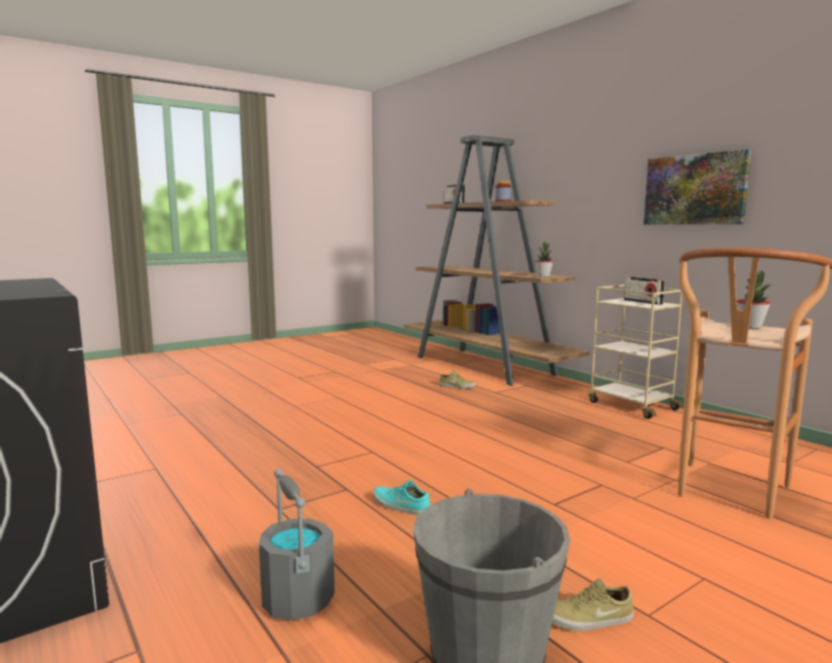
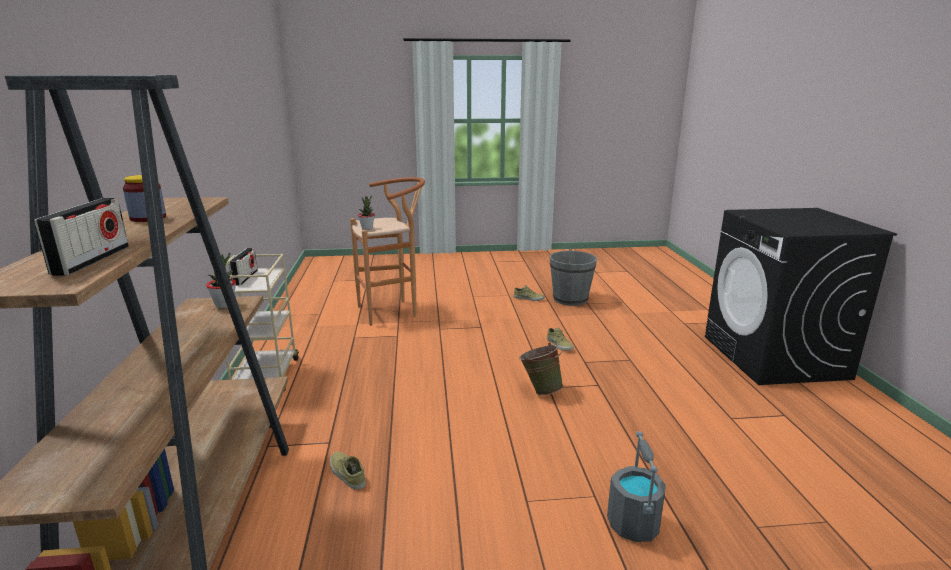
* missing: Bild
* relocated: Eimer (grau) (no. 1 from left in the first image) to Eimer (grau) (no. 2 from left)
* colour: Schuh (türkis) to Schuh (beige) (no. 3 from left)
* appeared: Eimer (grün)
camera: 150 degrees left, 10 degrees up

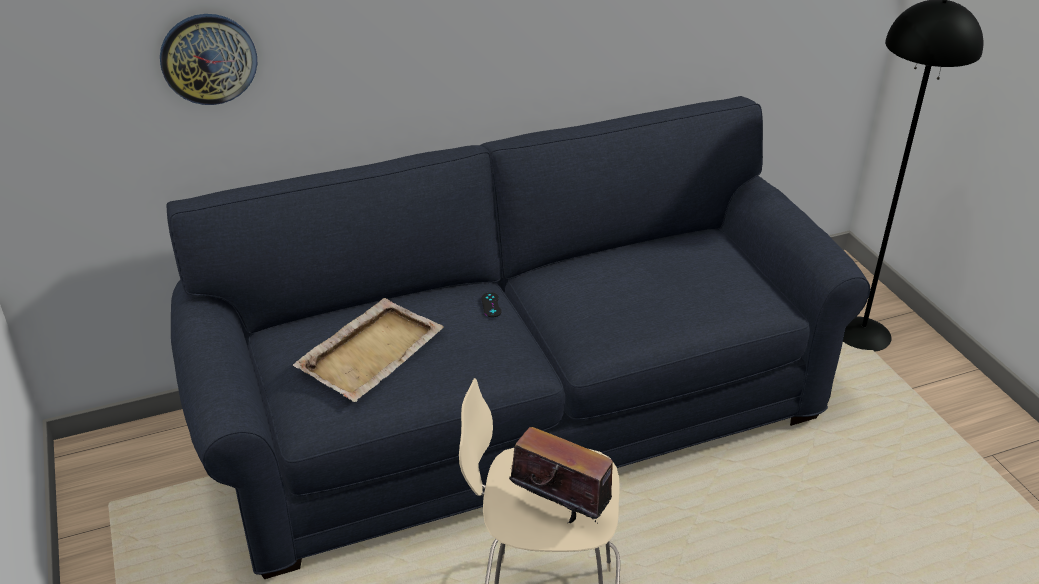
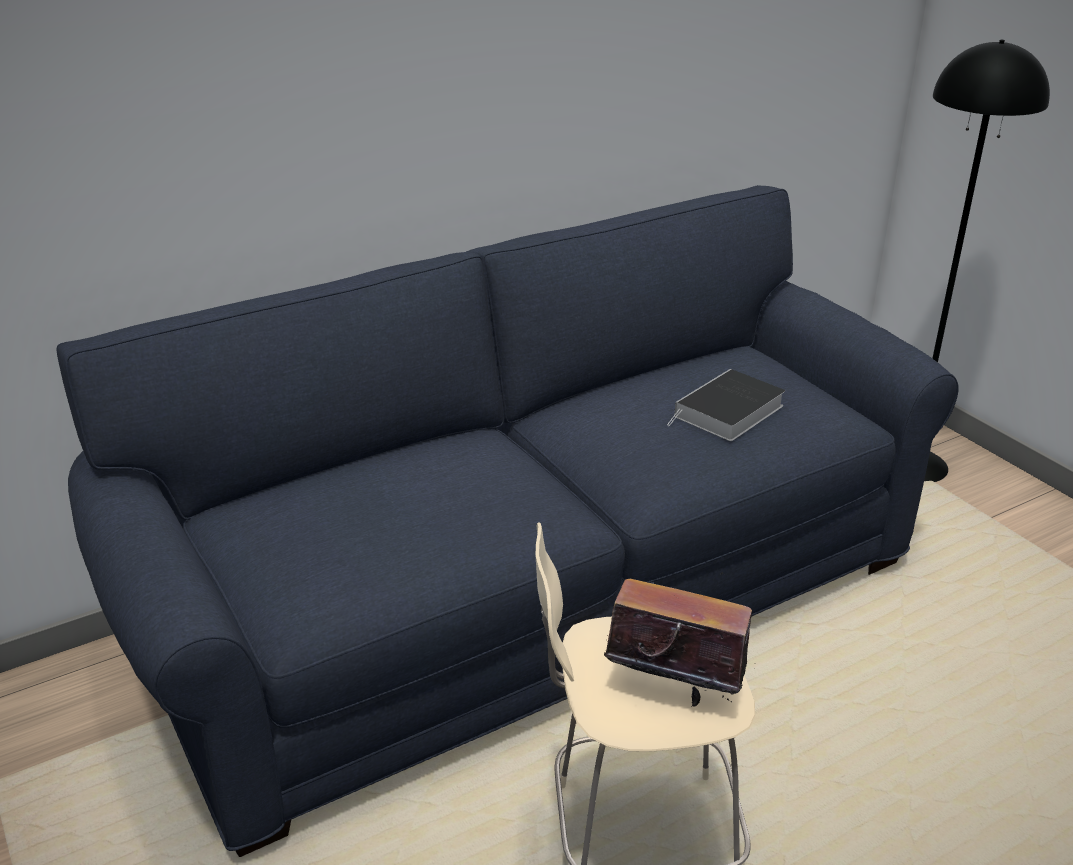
* missing: Wanduhr
* missing: Gamepad (schwarz)
* missing: Tablett (beige)
* appeared: Buch
camera: 10 degrees left, 5 degrees down

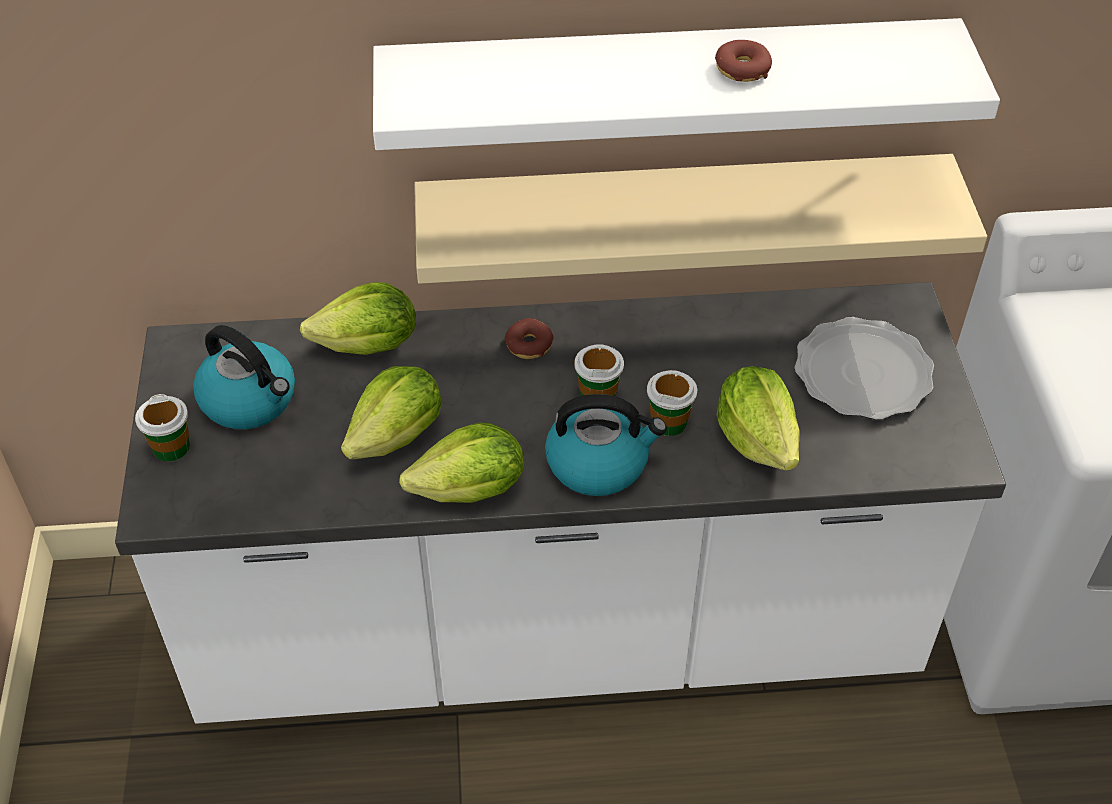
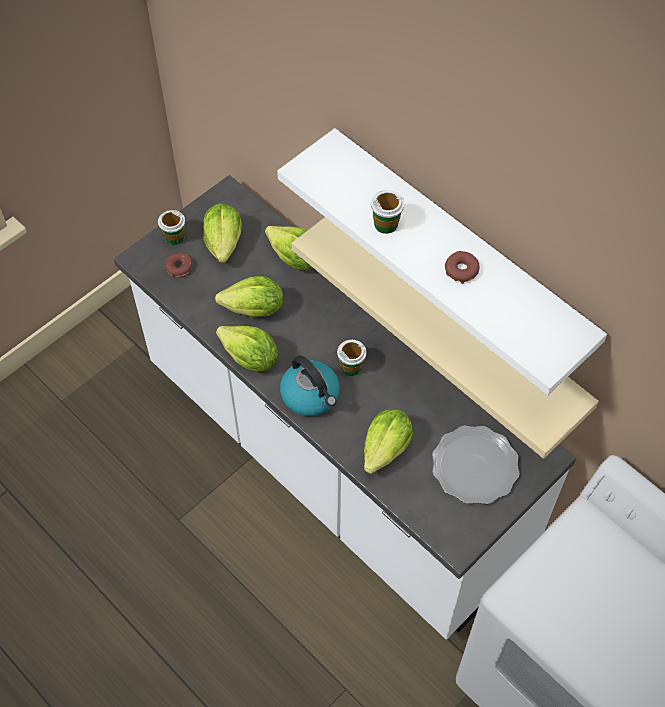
* relocated: Donut (no. 1 from left)
* exchanged: Wasserkessel (no. 1 from left) to Salatkopf (no. 1 from left)
* relocated: Tasse (no. 3 from left)
camera: 50 degrees right, 10 degrees up

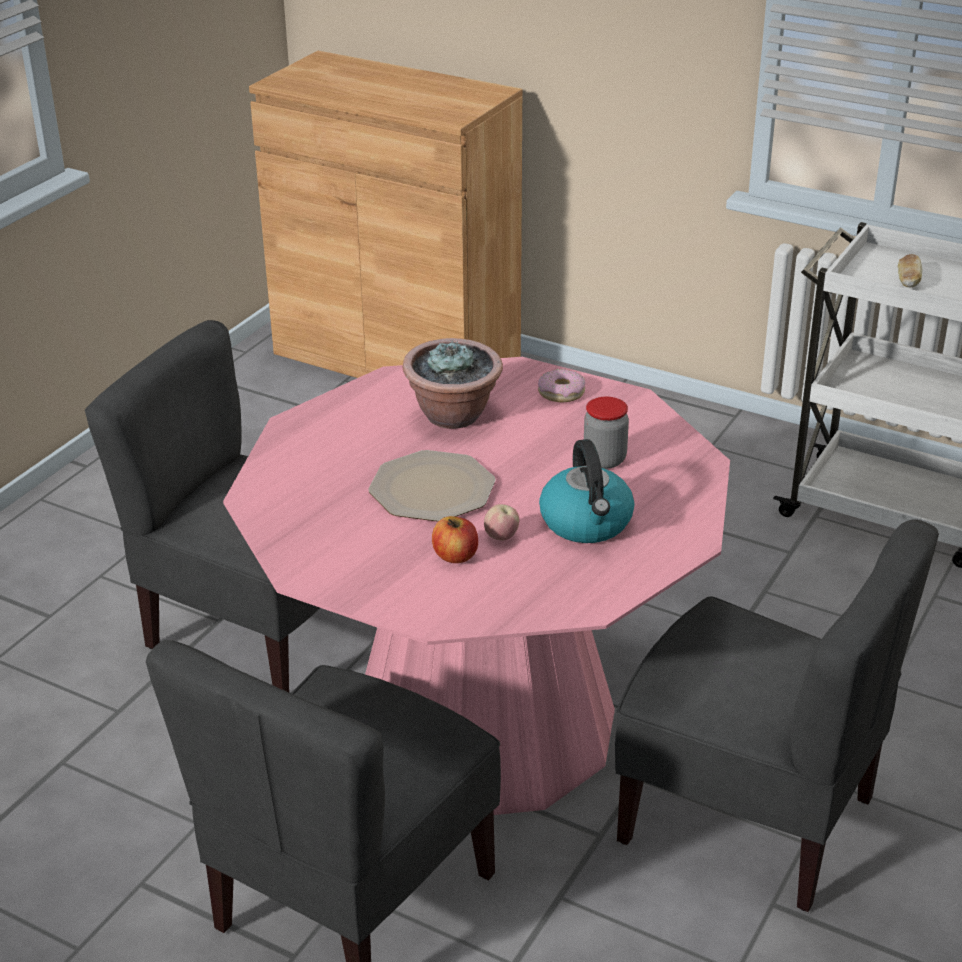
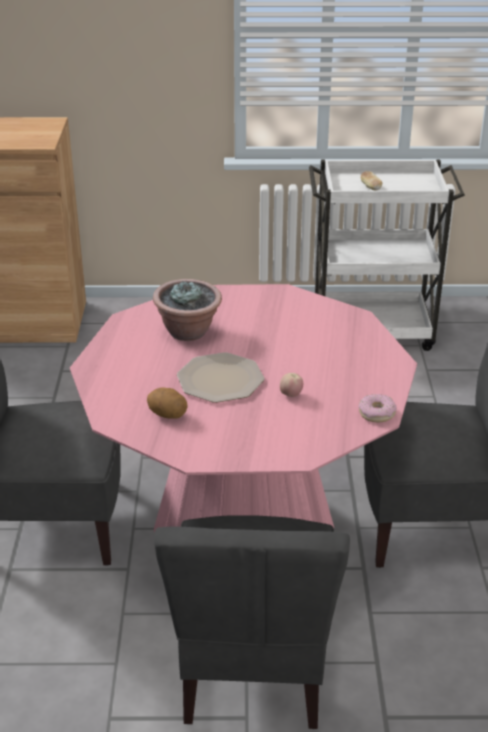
* relocated: Donut
* missing: Vorratsglas
* missing: Wasserkessel
* missing: Apfel (no. 1 from left)
* appeared: Kartoffel
camera: 30 degrees left, 0 degrees up

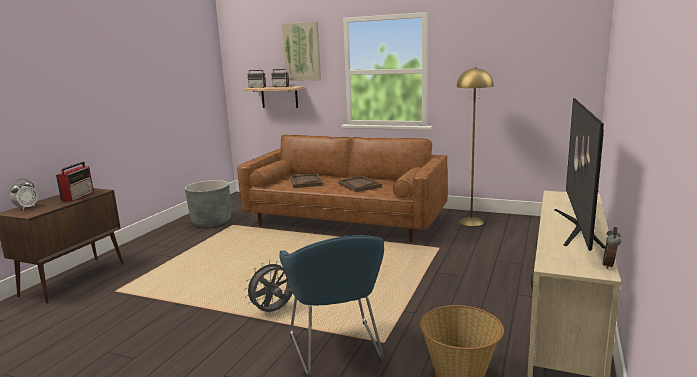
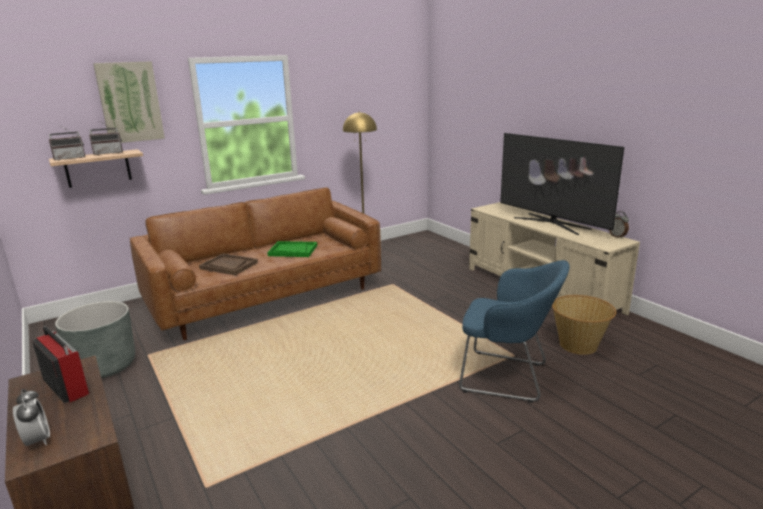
* colour: Tablett (braun) (no. 2 from left) to Tablett (grün)
* missing: Ventilator (grau)
camera: 55 degrees left, 5 degrees up

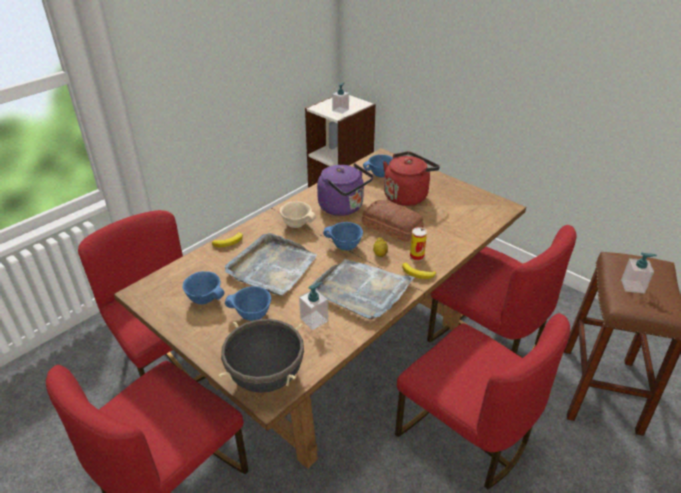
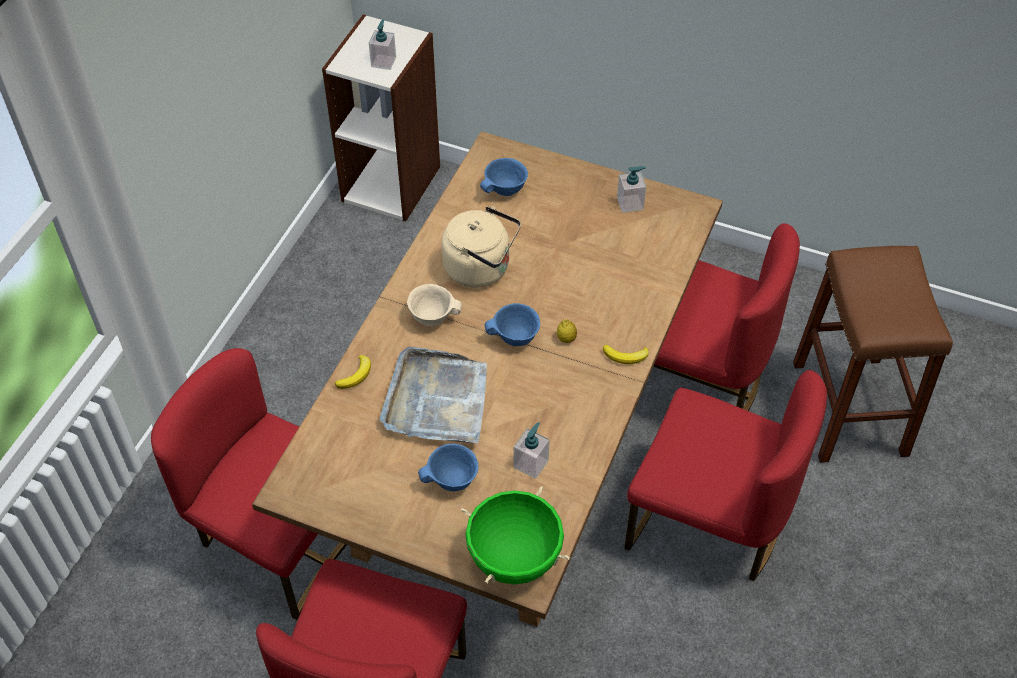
* missing: Wasserkessel (rot)
* colour: Wasserkessel (lila) to Wasserkessel (beige)
* missing: Brot
* missing: Dose
* relocated: Seifenspender (no. 3 from left)
* missing: Tablett (grau) (no. 2 from left)
* missing: Schüssel (blau) (no. 1 from left)
* colour: Kochtopf (schwarz) to Kochtopf (grün)
camera: 20 degrees left, 15 degrees up

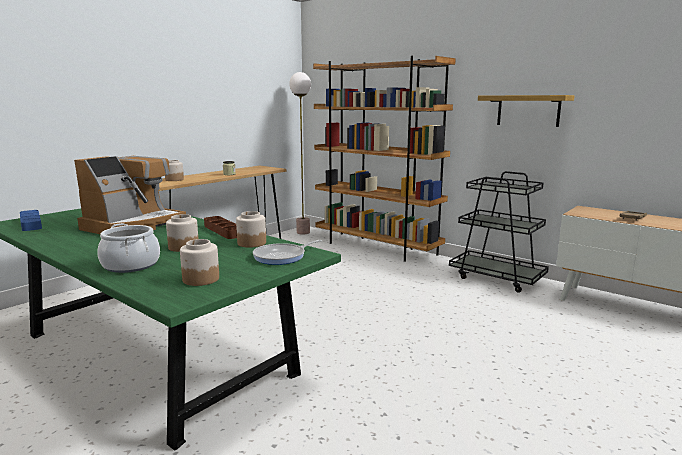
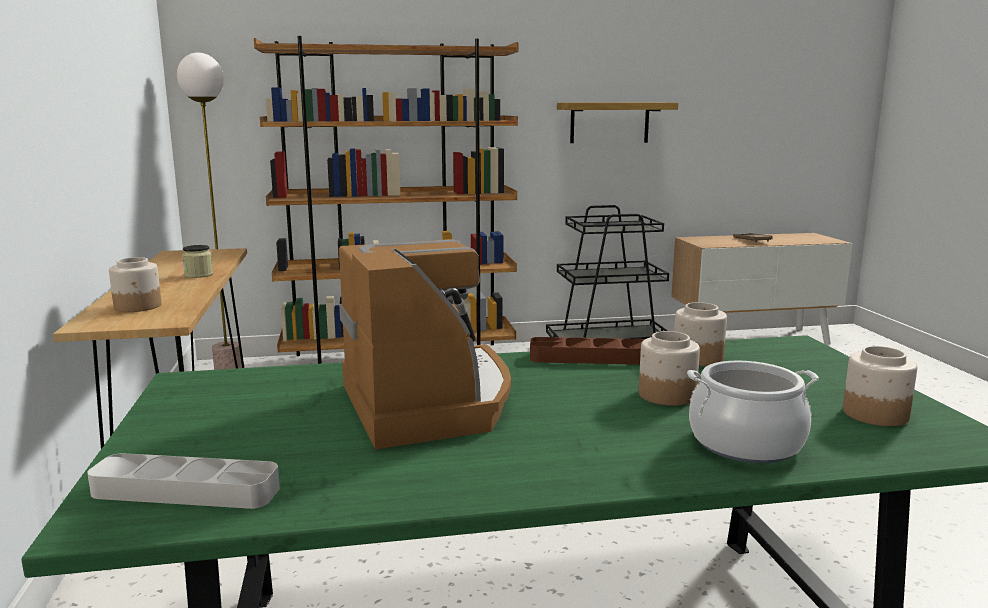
* colour: Tablett (blau) to Tablett (grau)
* missing: Pfanne
camera: 50 degrees left, 0 degrees up

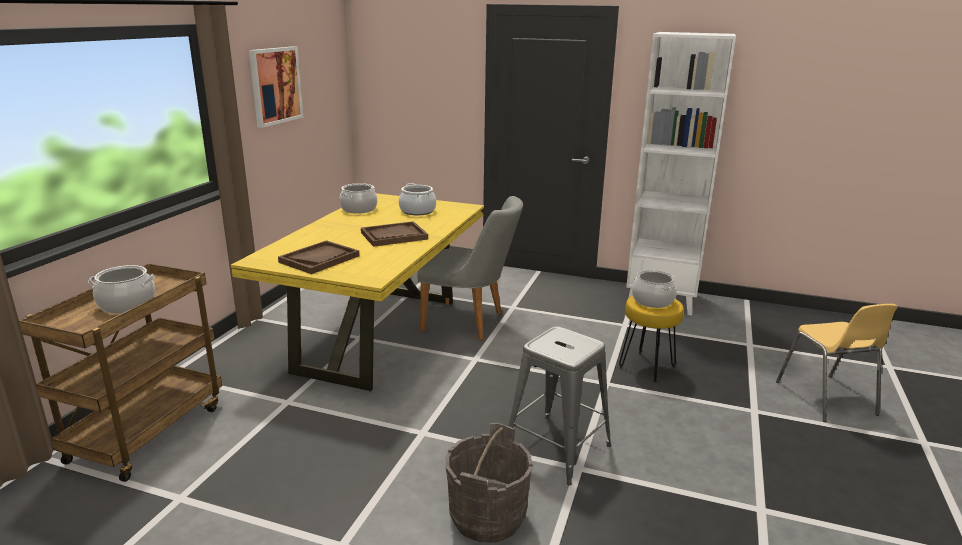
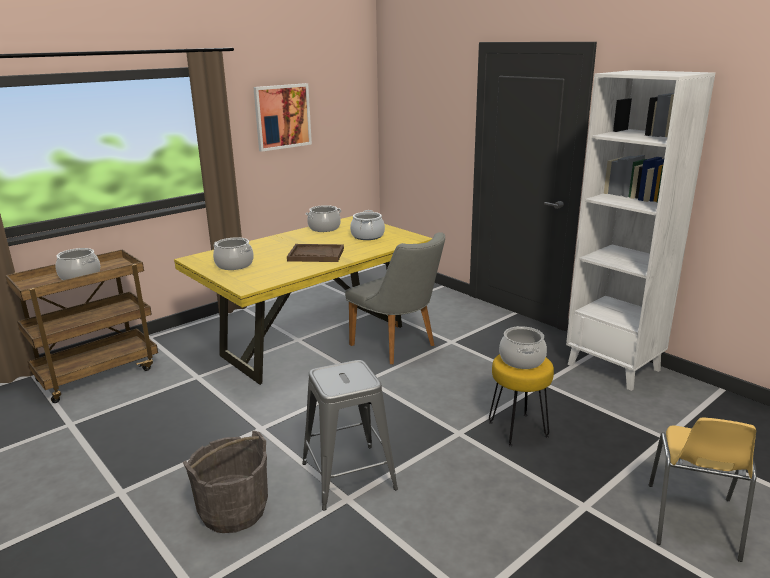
* exchanged: Tablett (braun) (no. 1 from left) to Kochtopf (no. 2 from left)
camera: 30 degrees right, 0 degrees up

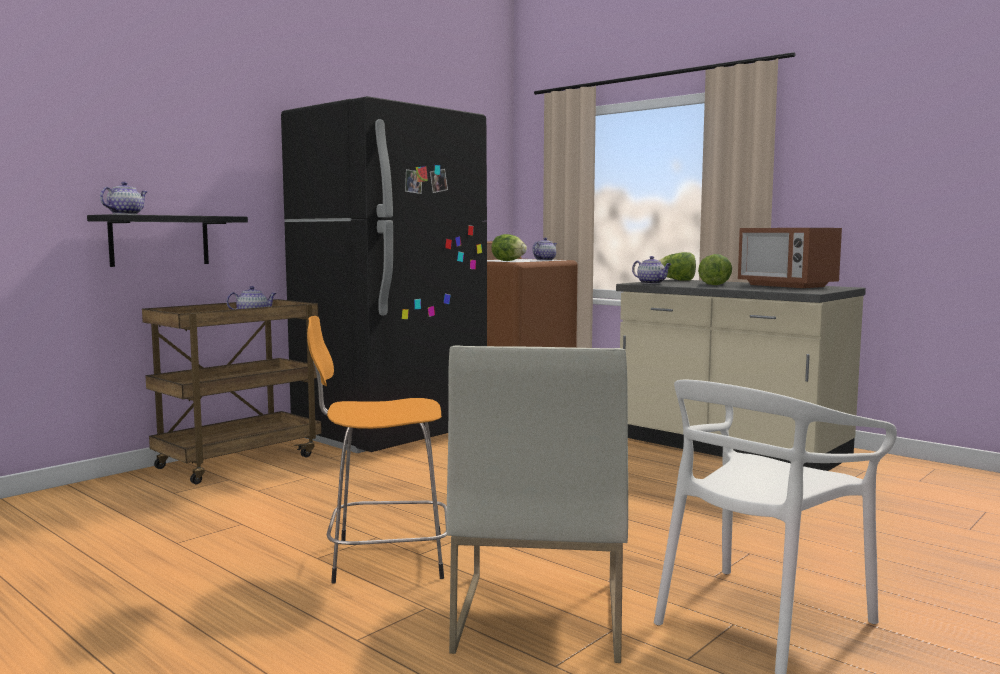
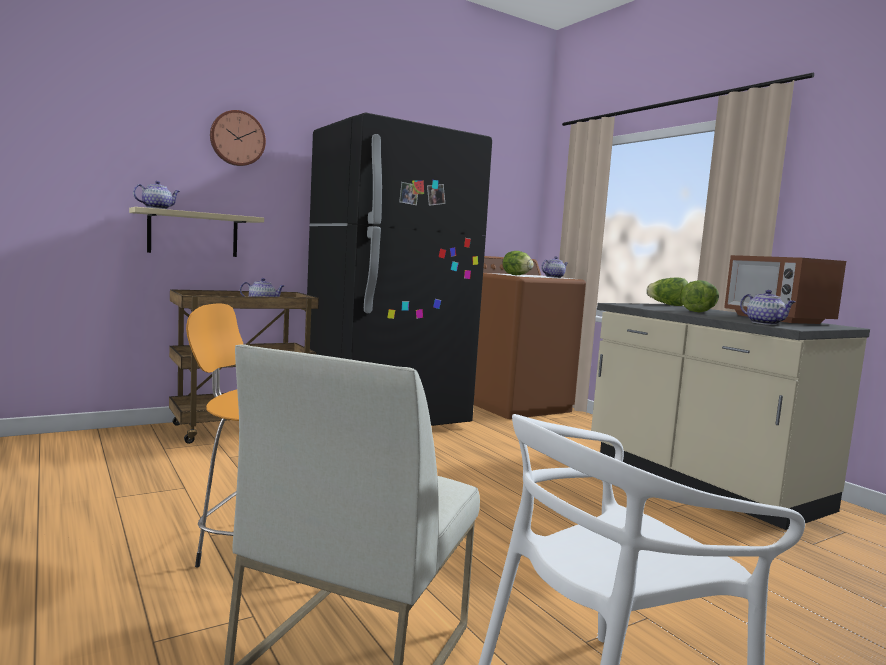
* colour: Wandregal (schwarz) to Wandregal (beige)
* relocated: Teekanne (no. 4 from left)
* appeared: Wanduhr
camera: 15 degrees right, 0 degrees up

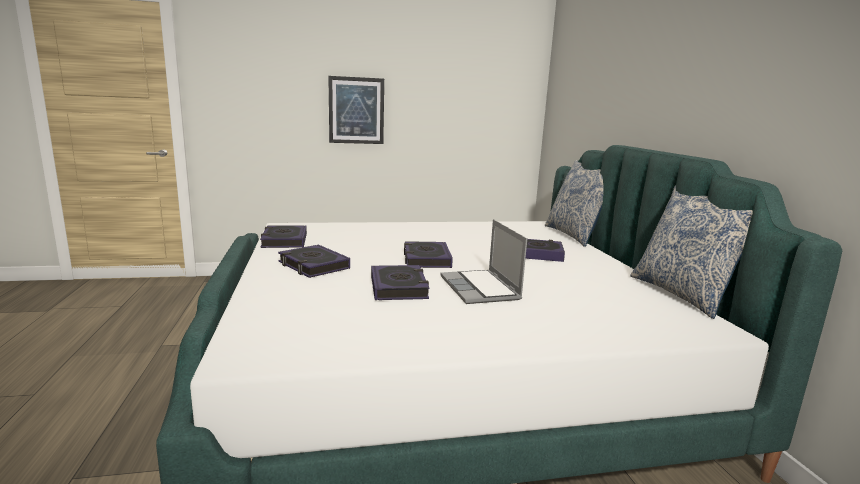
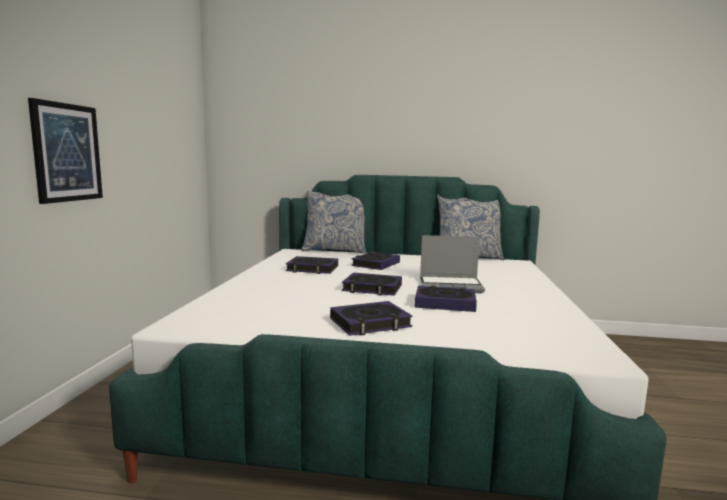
* relocated: Buch (no. 1 from left)
camera: 70 degrees left, 5 degrees down

